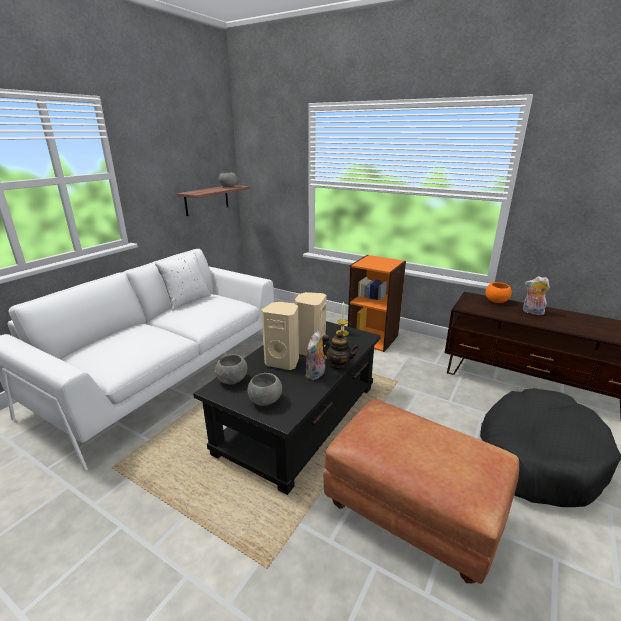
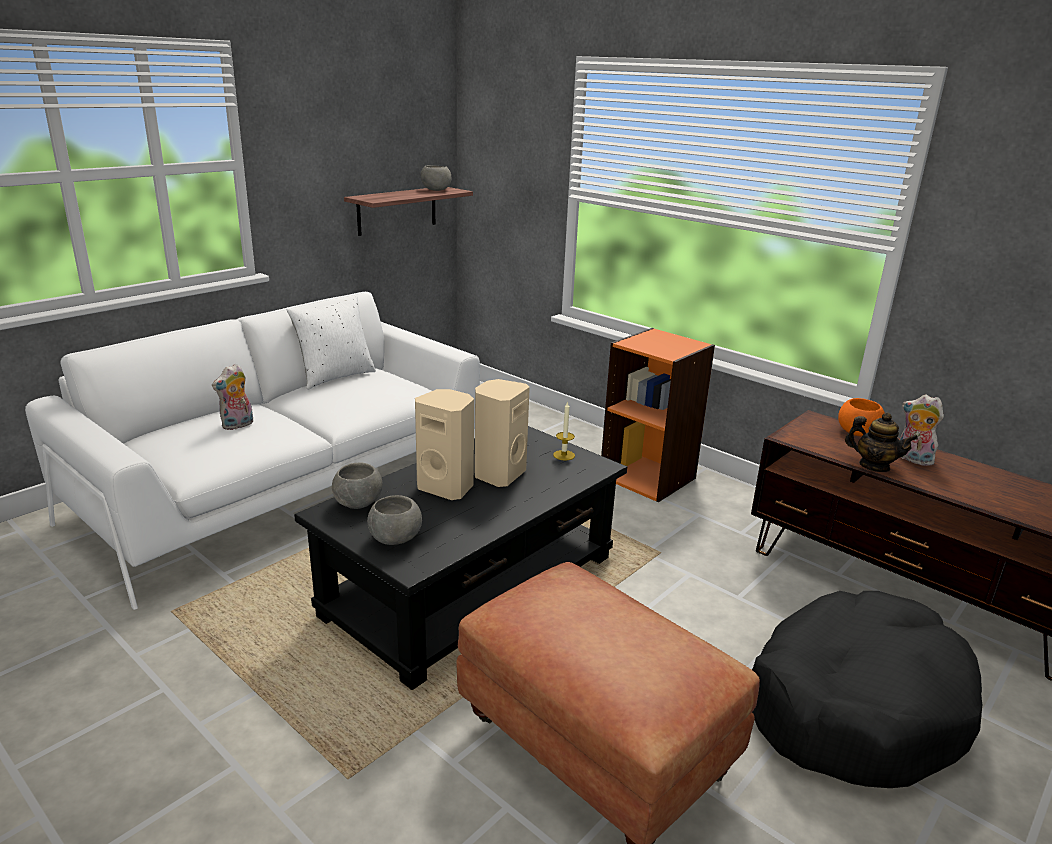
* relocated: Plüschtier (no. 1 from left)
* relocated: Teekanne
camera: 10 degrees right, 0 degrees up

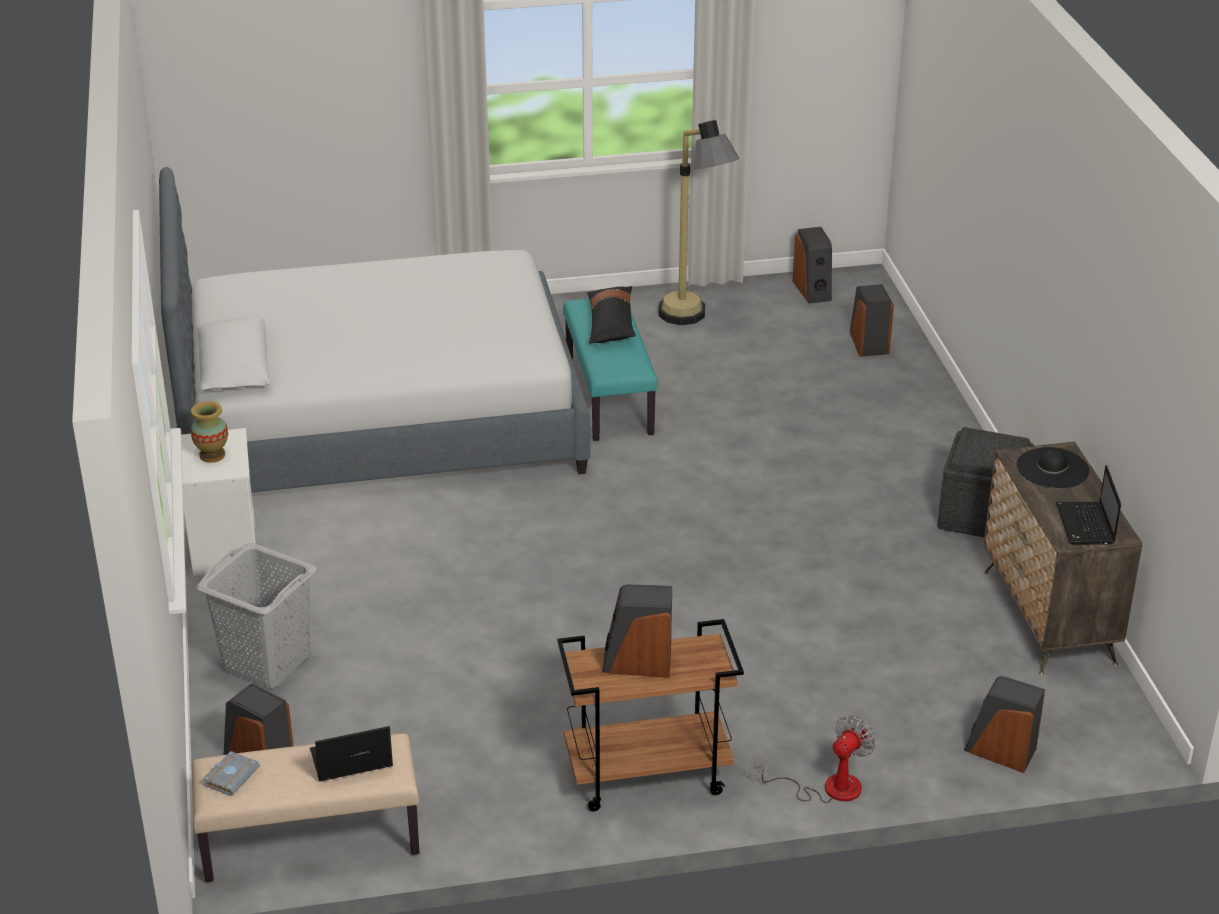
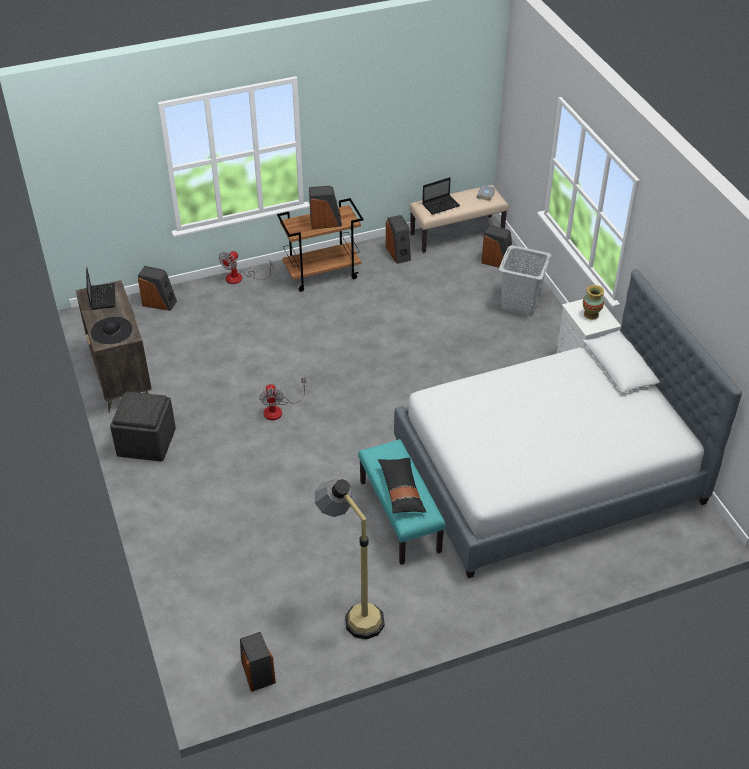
* relocated: Lautsprecher (no. 4 from left)
* appeared: Ventilator (no. 2 from left)
camera: 170 degrees right, 10 degrees up

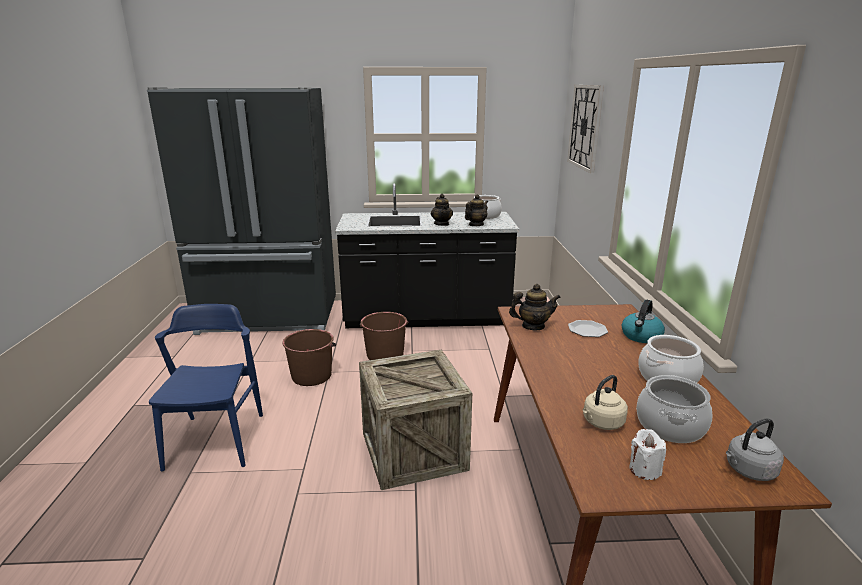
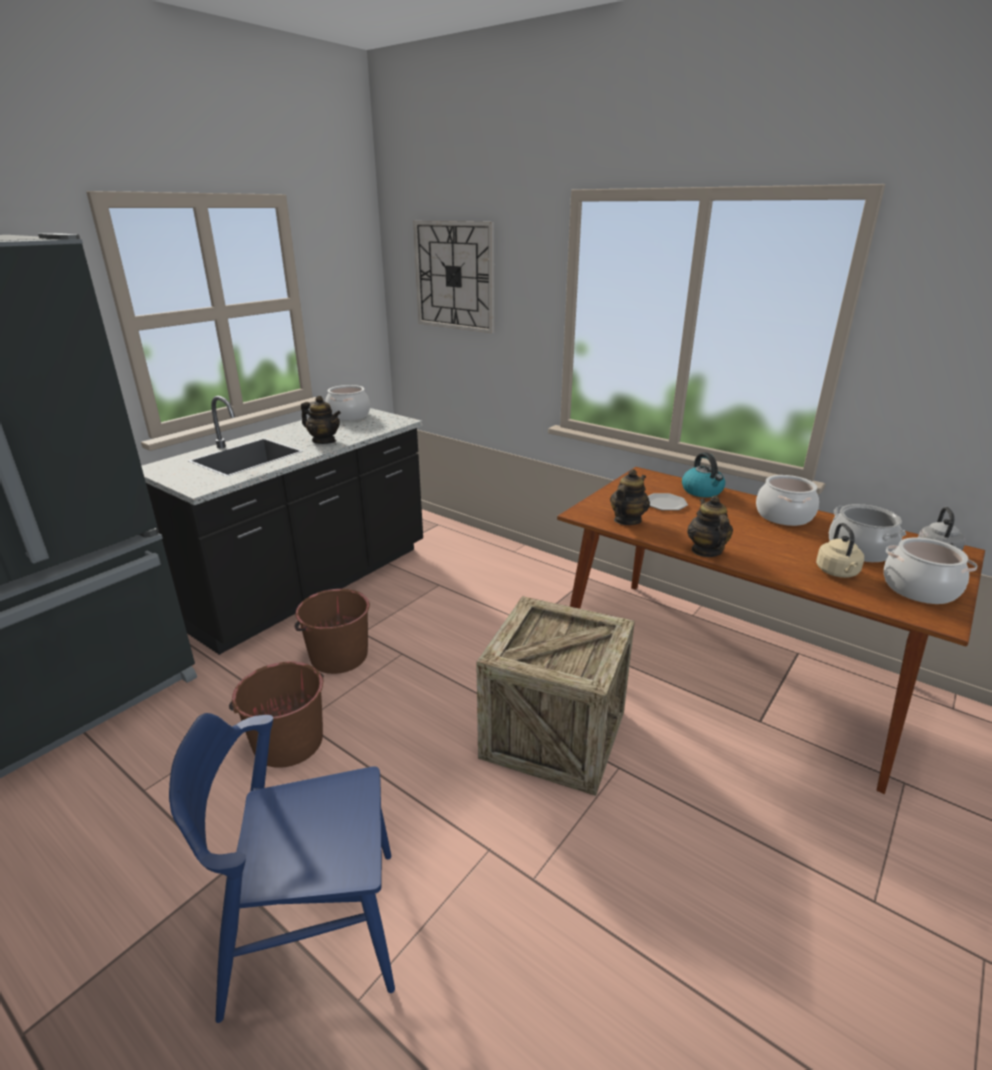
* relocated: Teekanne (no. 2 from left in the first image) to Teekanne (no. 3 from left)
* spun: Stuhl (blau) 45 degrees counterclockwise
* exchanged: Kerze (weiß) to Kochtopf (no. 4 from left)
camera: 50 degrees left, 5 degrees up

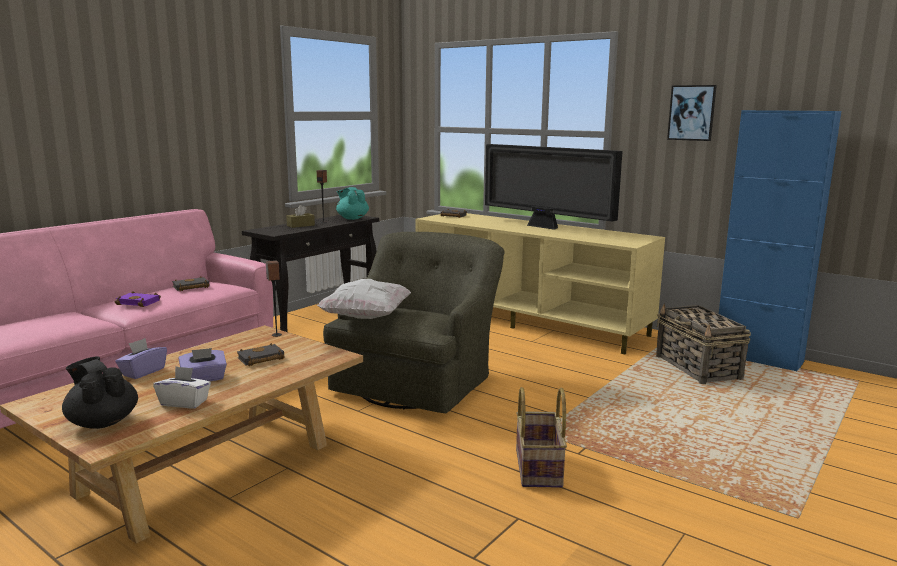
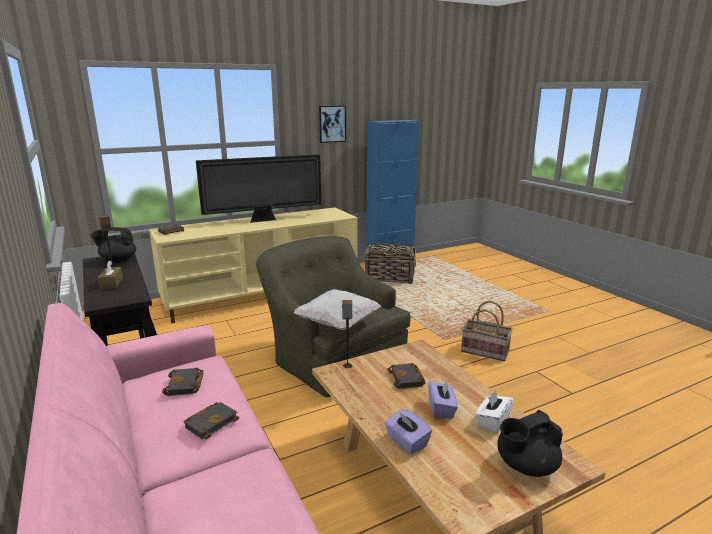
* colour: Teekanne (türkis) to Teekanne (schwarz) (no. 1 from left)
* colour: Buch (lila) to Buch (schwarz) (no. 3 from left)
camera: 65 degrees left, 5 degrees up

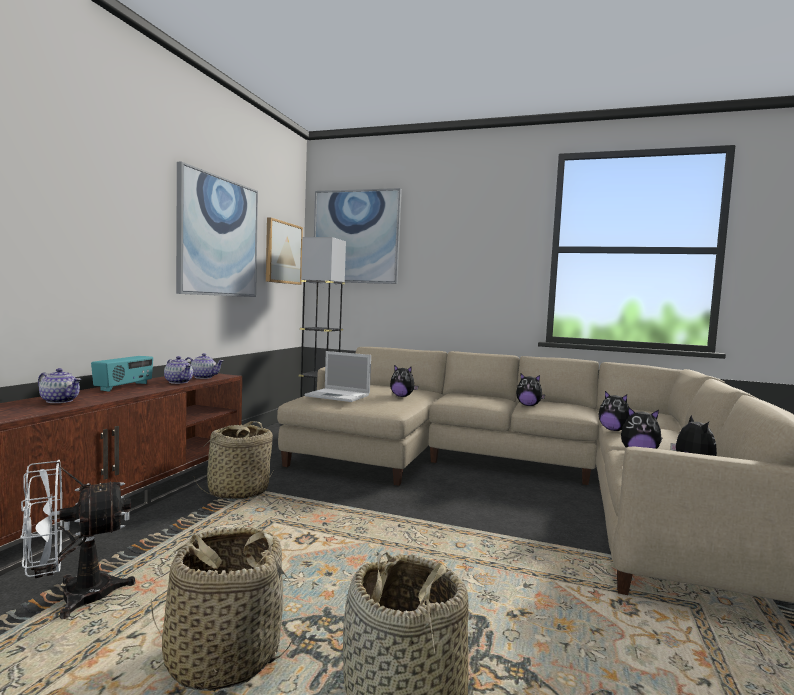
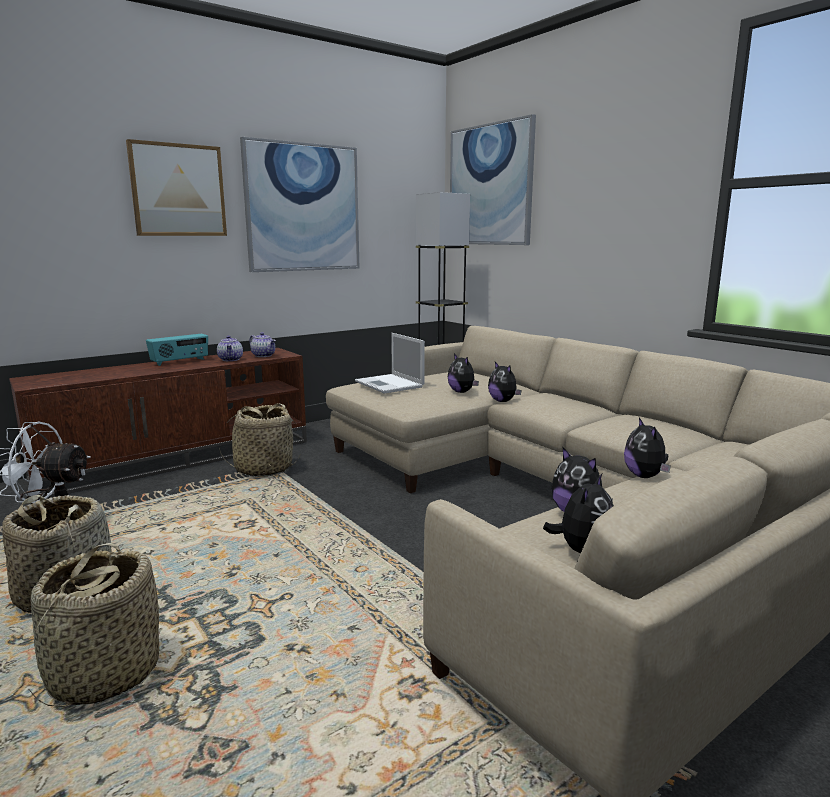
* relocated: Bild (no. 2 from left in the first image) to Bild (no. 1 from left)
* missing: Teekanne (no. 1 from left)
* relocated: Plüschtier (no. 2 from left)
camera: 35 degrees right, 10 degrees up

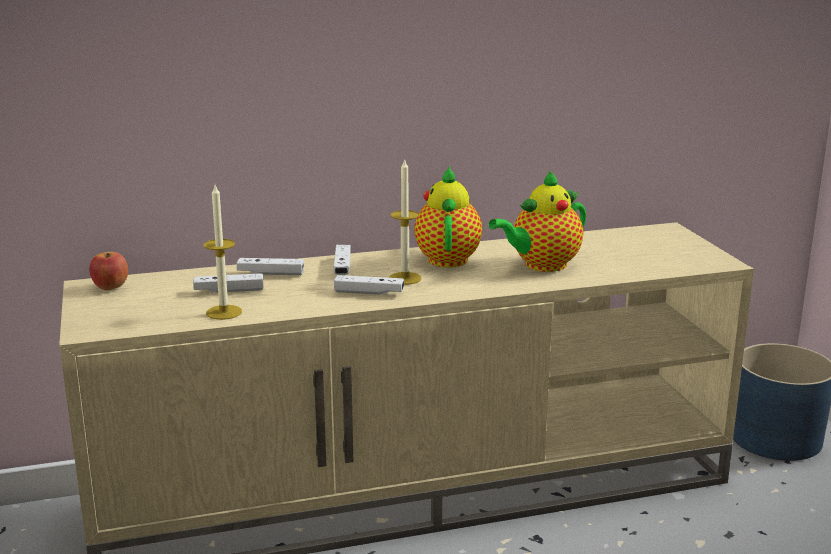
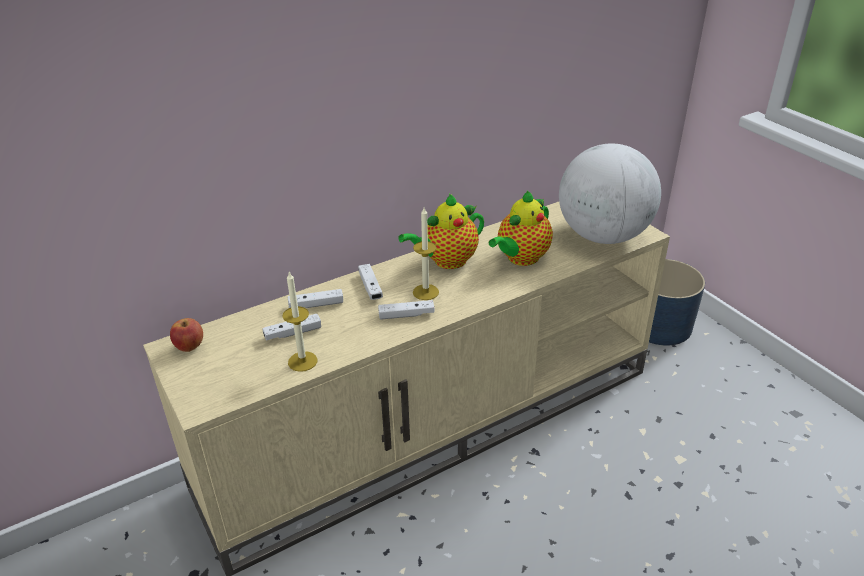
* spun: Teekanne (no. 1 from left) 105 degrees counterclockwise
* appeared: Globus
camera: 15 degrees left, 15 degrees up

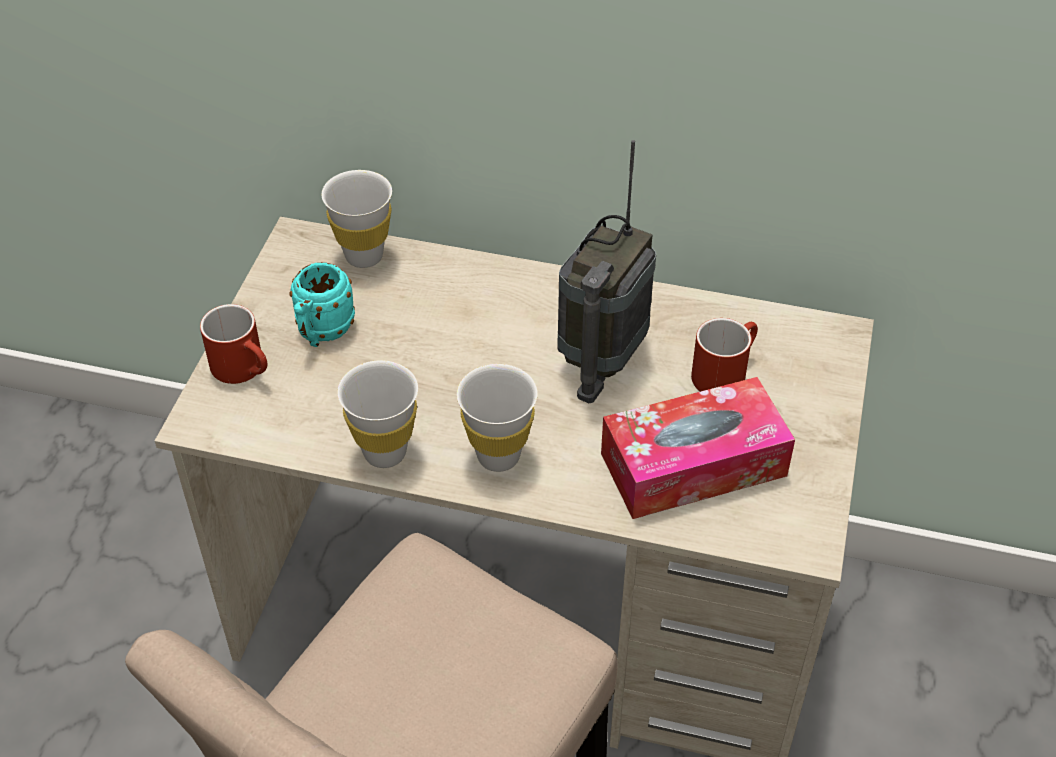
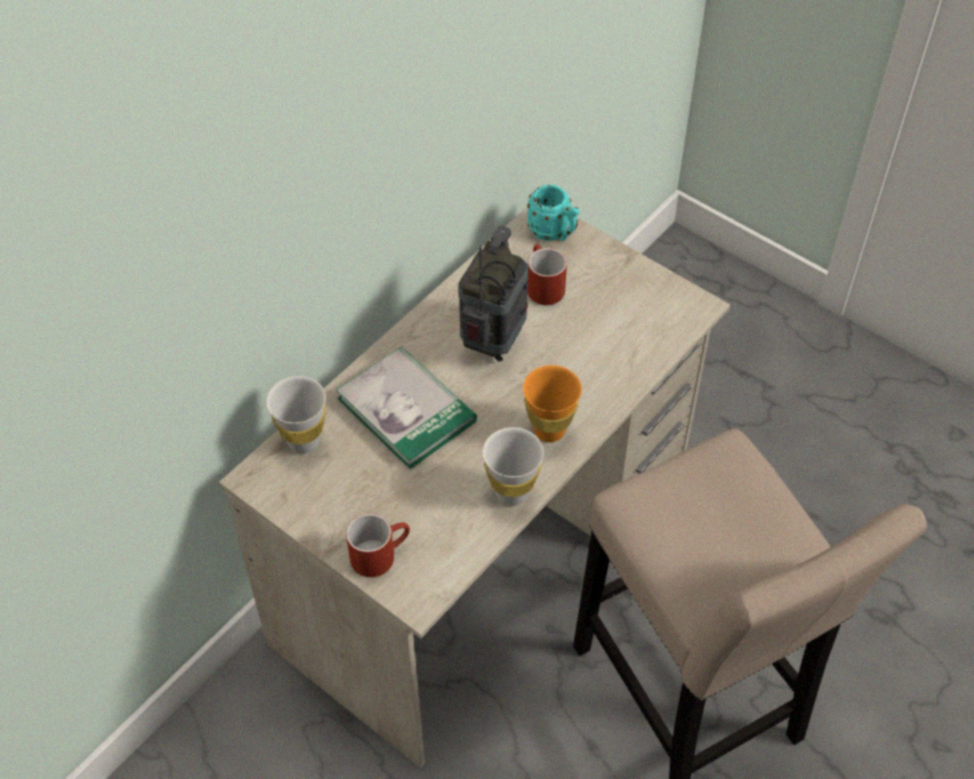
* spun: Radio 120 degrees counterclockwise
* relocated: Henkelbecher (türkis)
* colour: Tasse (weiß) (no. 3 from left) to Tasse (orange)
* missing: Taschentuchbox
* appeared: Buch
camera: 65 degrees left, 5 degrees up

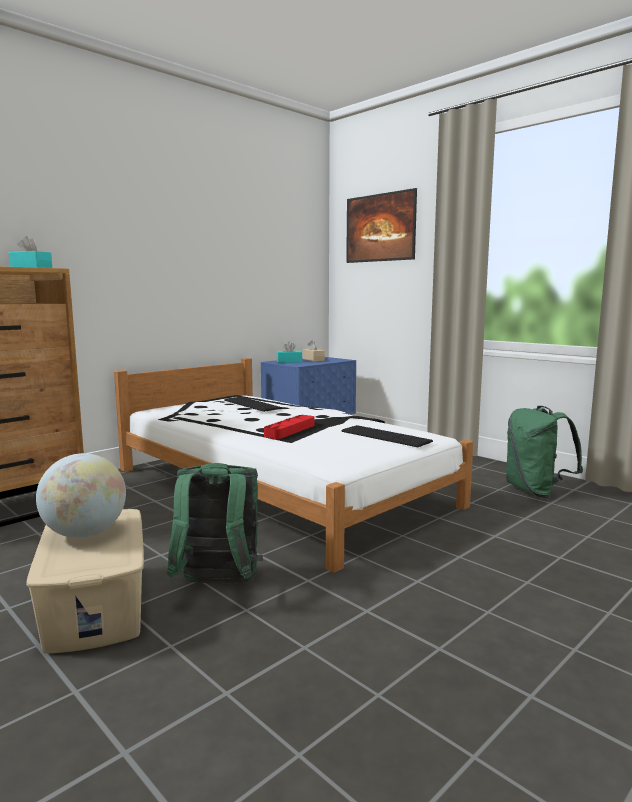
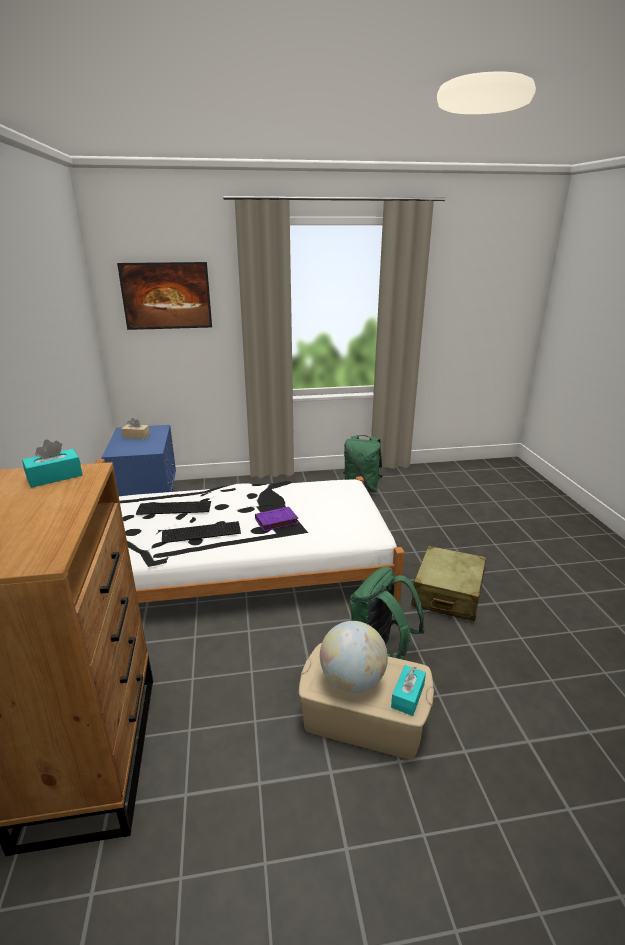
* relocated: Taschentuchbox (türkis) (no. 2 from left)
* exchanged: Tablett (rot) to Buch (lila)
* relocated: Tastatur (no. 2 from left)
* appeared: Koffer (beige)
camera: 55 degrees left, 15 degrees up

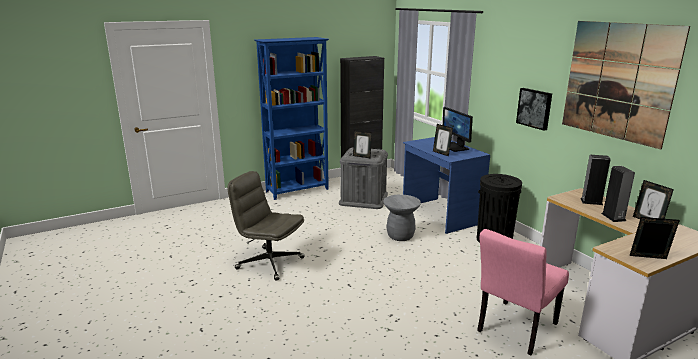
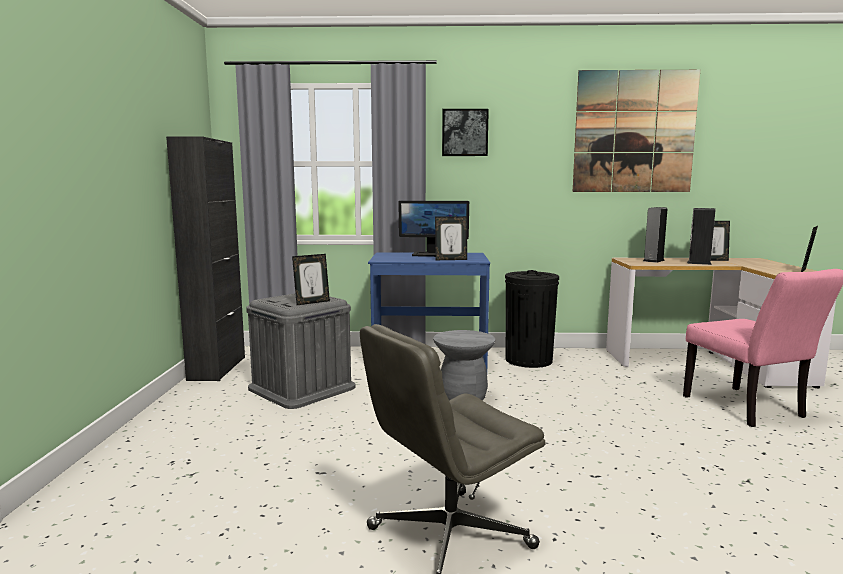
* missing: Bücherregal (blau)
* relocated: Bild (no. 1 from left)
camera: 60 degrees left, 10 degrees down

